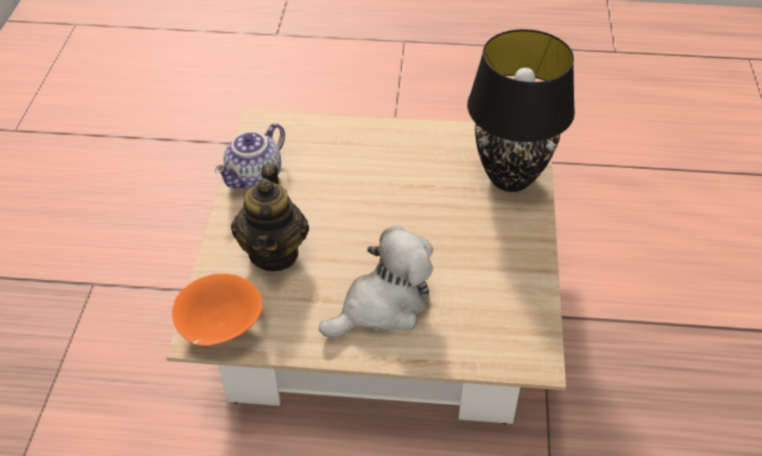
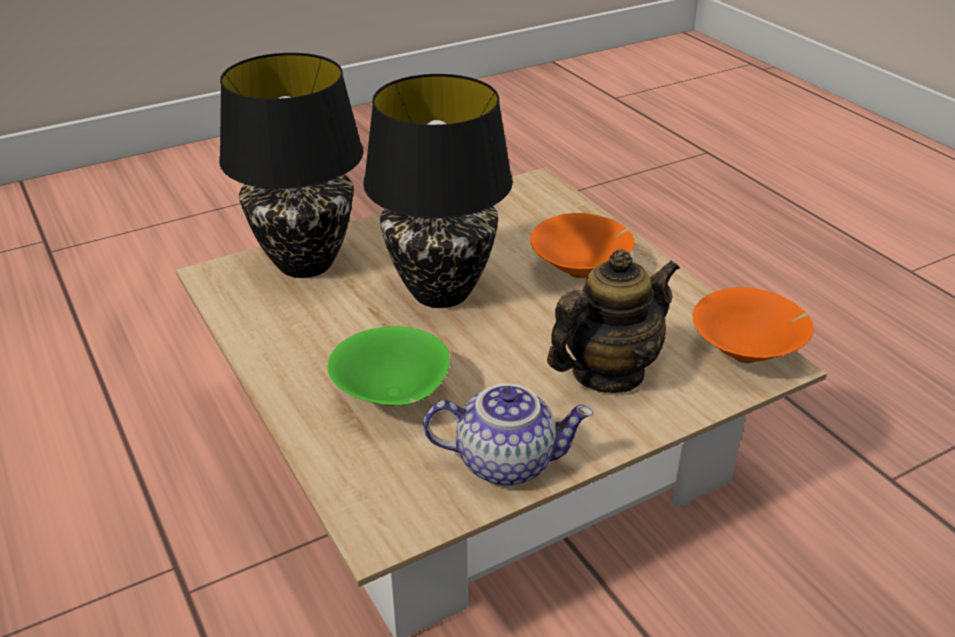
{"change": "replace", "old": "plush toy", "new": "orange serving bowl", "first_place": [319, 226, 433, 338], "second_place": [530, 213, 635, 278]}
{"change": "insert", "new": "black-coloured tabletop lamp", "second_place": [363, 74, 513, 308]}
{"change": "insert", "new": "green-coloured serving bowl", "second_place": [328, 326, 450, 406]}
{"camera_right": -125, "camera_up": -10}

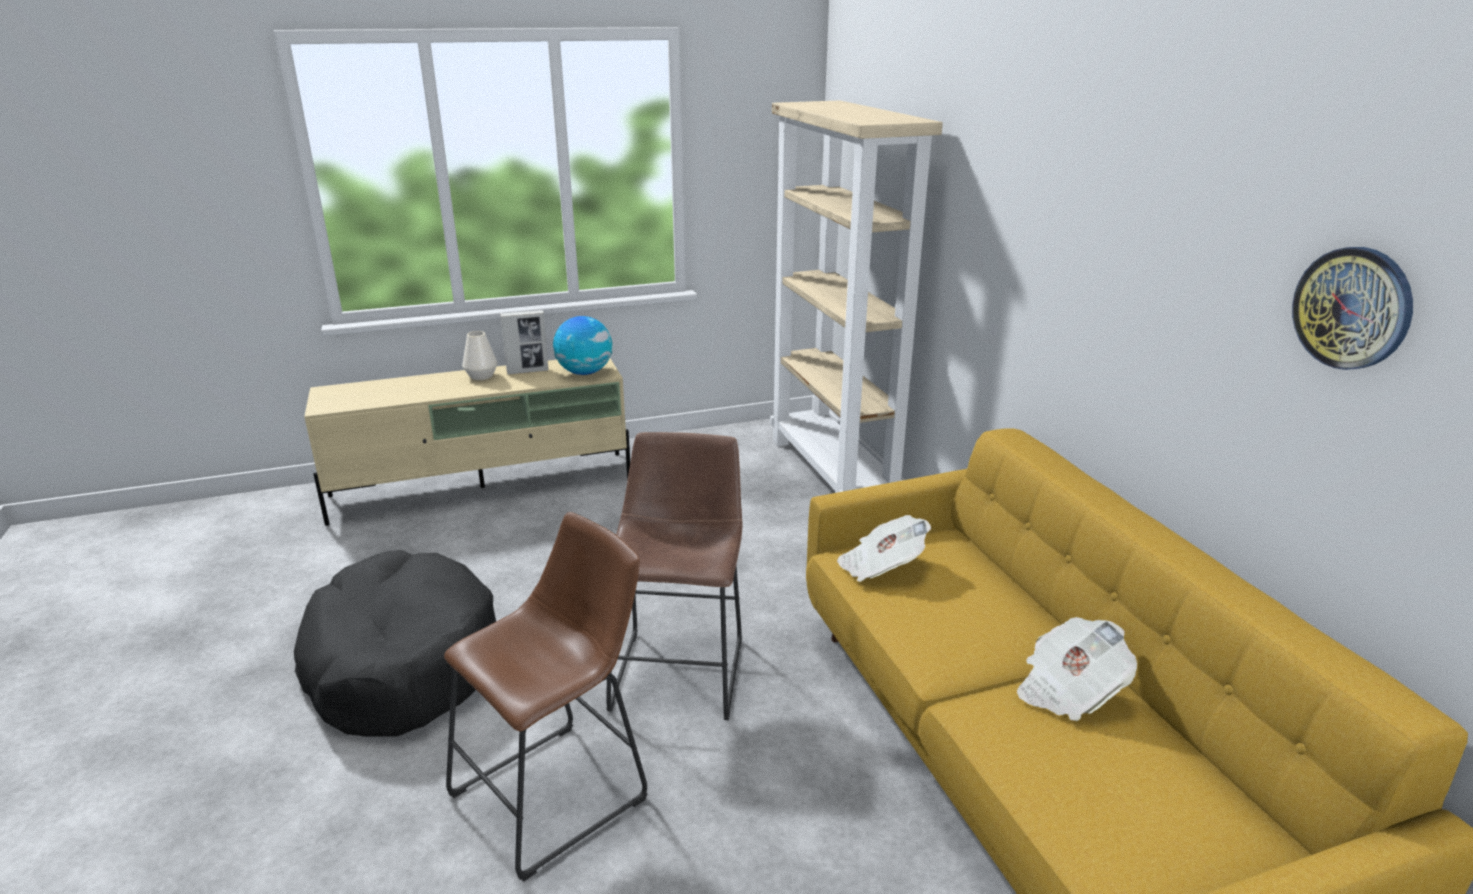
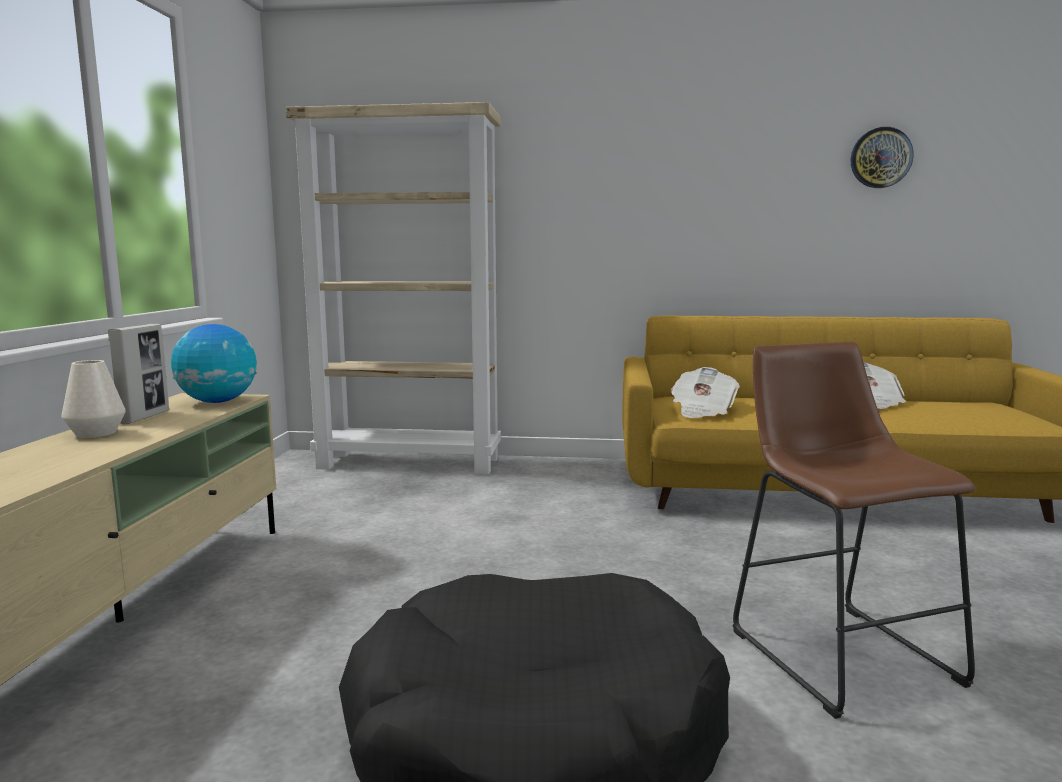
{"change": "delete", "old": "brown-coloured stool seat", "first_place": [606, 432, 743, 720]}
{"camera_right": -65, "camera_up": -15}

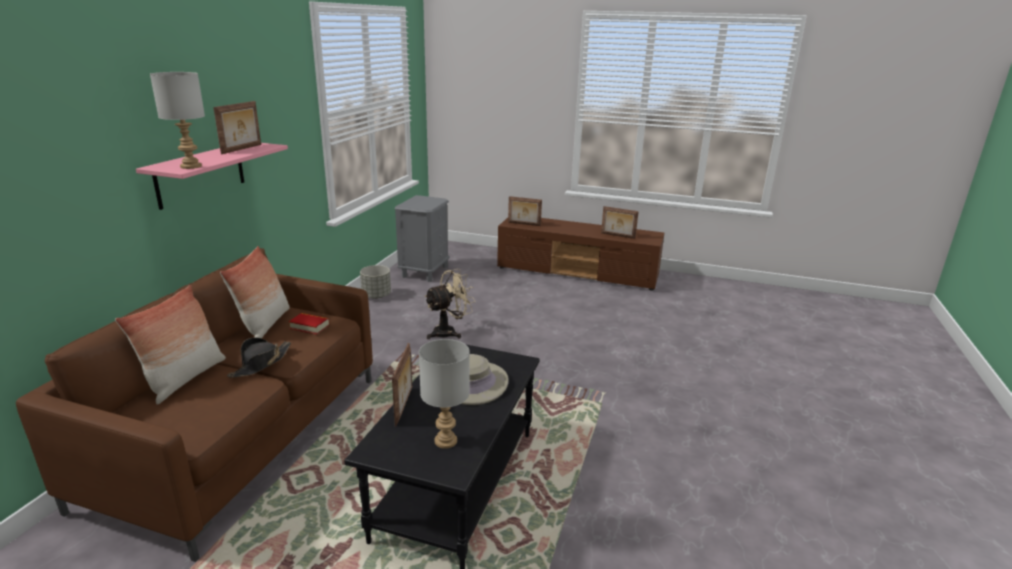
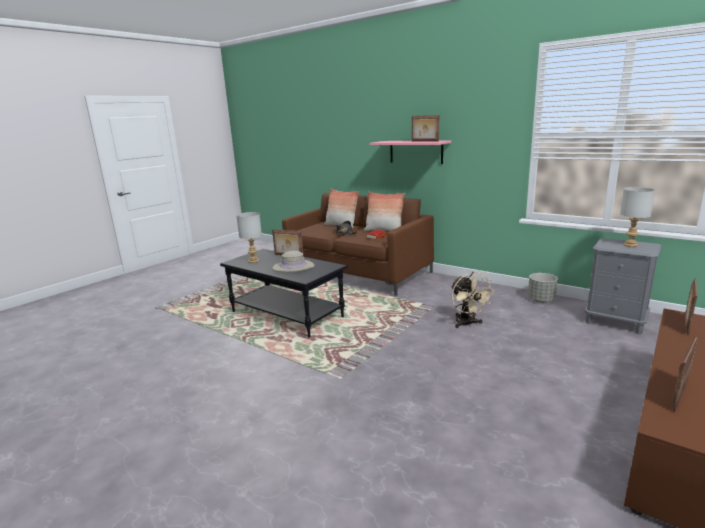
{"change": "move", "old": "grey tabletop lamp", "first_place": [150, 72, 205, 169], "second_place": [620, 187, 655, 247]}
{"camera_right": 110, "camera_up": -5}

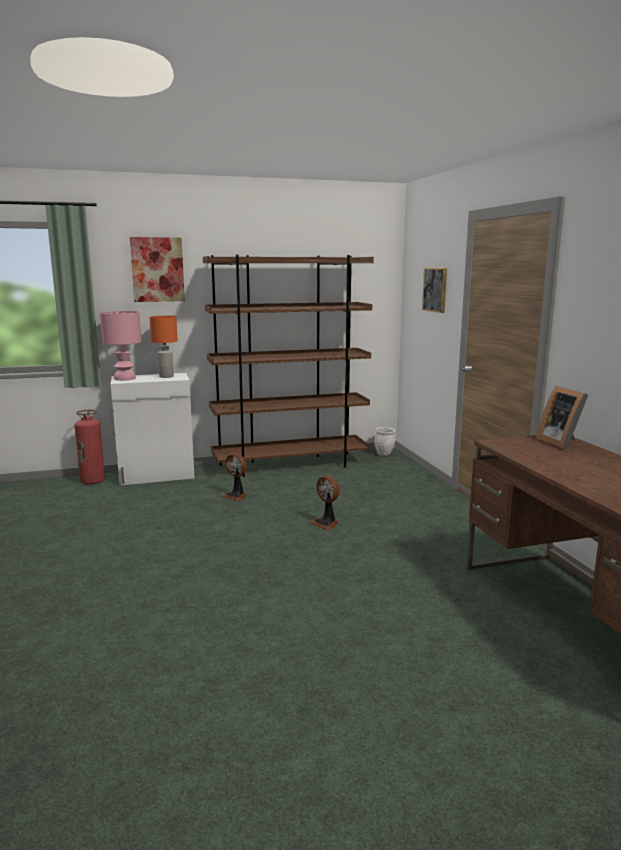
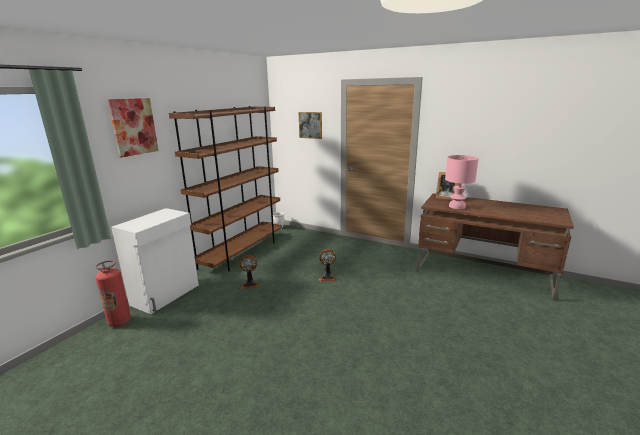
{"change": "move", "old": "pink tabletop lamp", "first_place": [100, 311, 142, 381], "second_place": [445, 155, 479, 209]}
{"change": "delete", "old": "orange tabletop lamp", "first_place": [149, 316, 178, 378]}
{"camera_right": -45, "camera_up": 5}

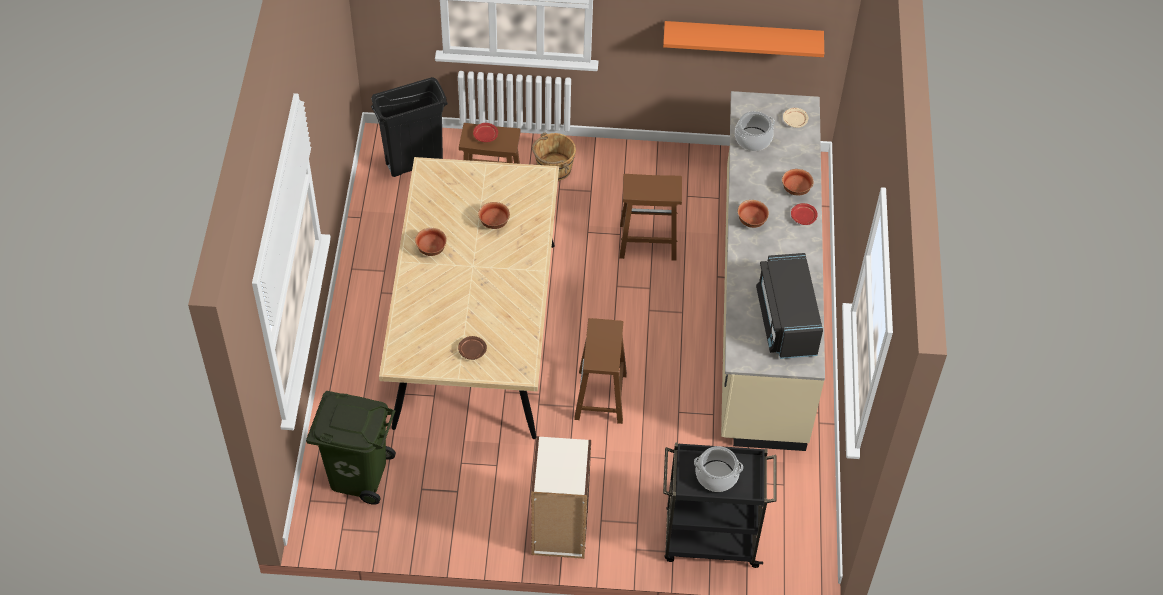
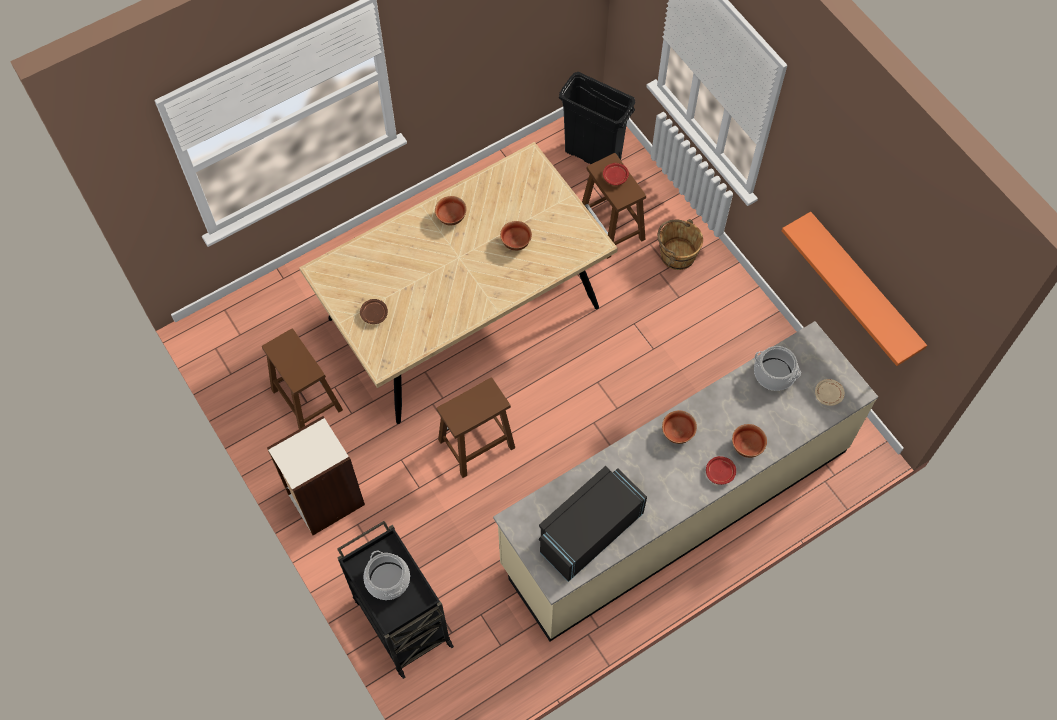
{"change": "move", "old": "brown-coloured stool seat", "first_place": [619, 174, 682, 261], "second_place": [262, 328, 343, 429]}
{"change": "delete", "old": "green-coloured waste bin", "first_place": [306, 391, 396, 505]}
{"camera_right": 55, "camera_up": 10}

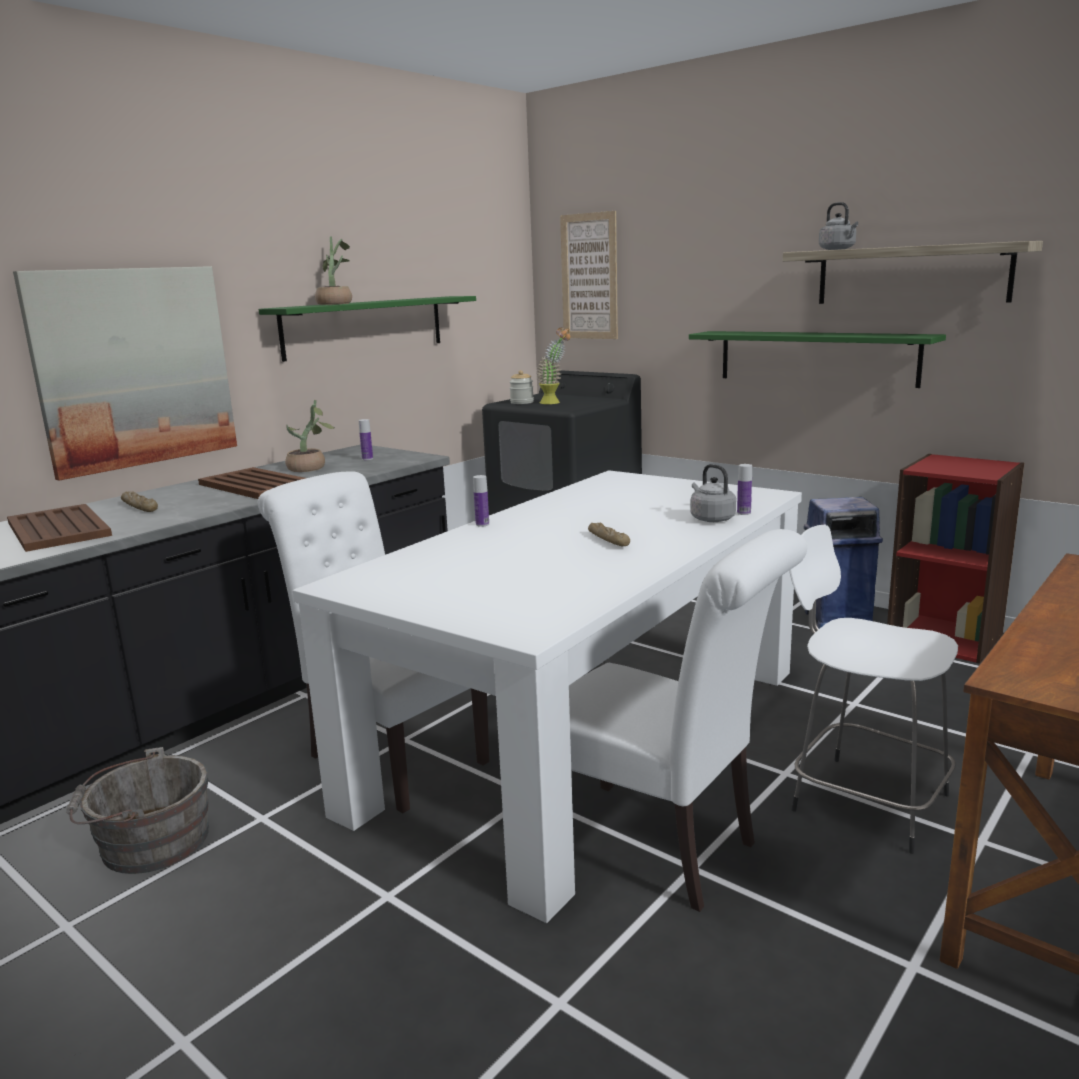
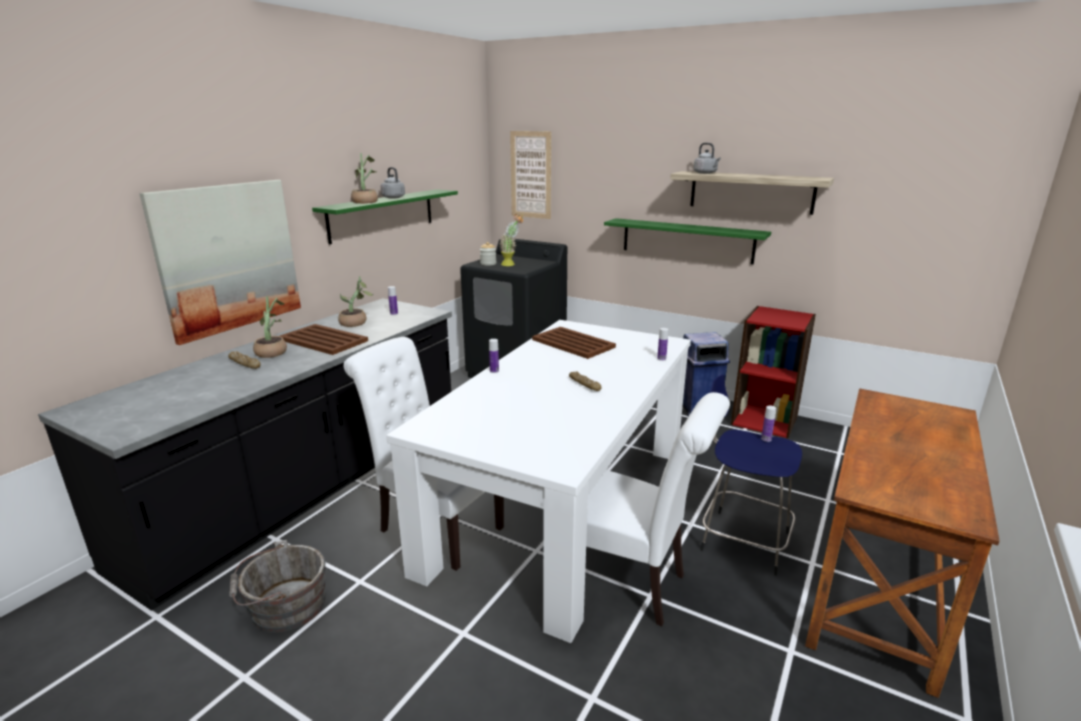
{"change": "move", "old": "grey water kettle", "first_place": [690, 464, 736, 522], "second_place": [381, 167, 405, 199]}
{"change": "move", "old": "brown-coloured serving tray", "first_place": [7, 504, 112, 552], "second_place": [532, 327, 616, 359]}
{"change": "recolor", "old": "whitish stool seat", "new": "blue stool seat", "first_place": [789, 525, 958, 854], "second_place": [701, 375, 802, 575]}
{"change": "insert", "new": "plant in a pot", "second_place": [253, 296, 287, 358]}
{"change": "insert", "new": "drink bottle", "second_place": [761, 406, 776, 442]}
{"camera_right": -10, "camera_up": 5}

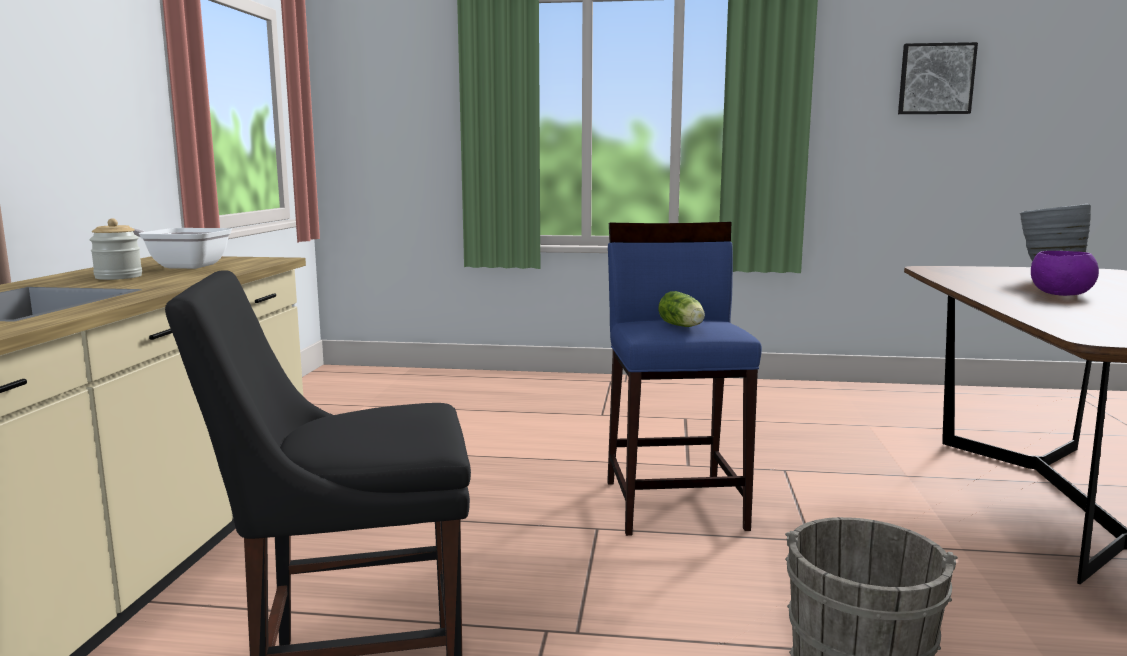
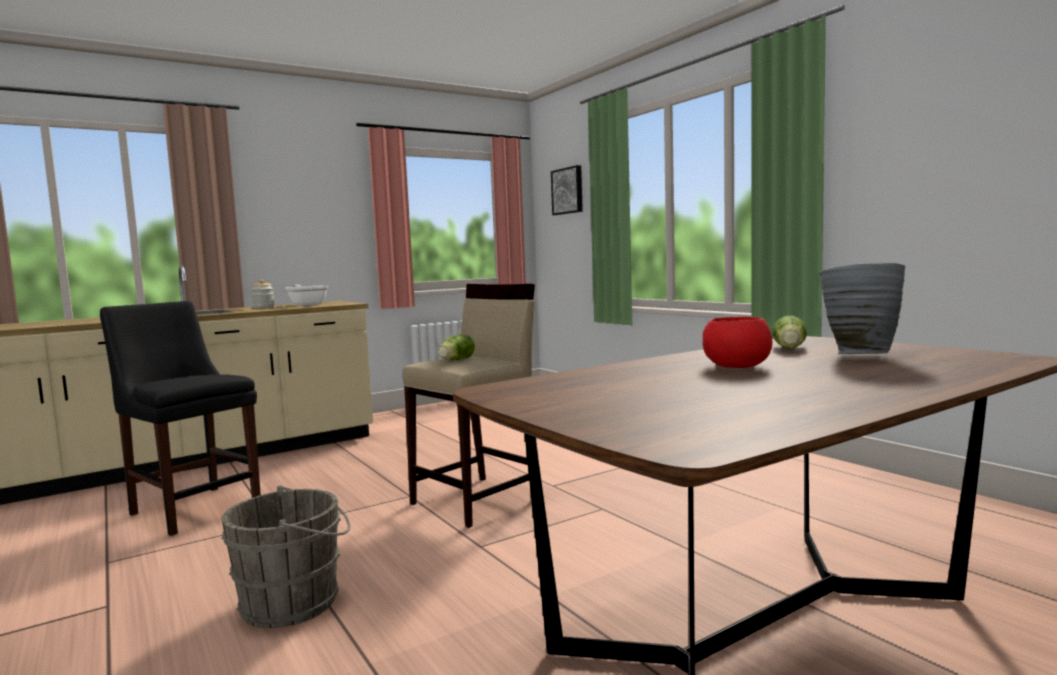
{"change": "move", "old": "picture", "first_place": [898, 42, 978, 114], "second_place": [551, 165, 583, 215]}
{"change": "recolor", "old": "blue stool seat", "new": "beige stool seat", "first_place": [607, 222, 762, 536], "second_place": [402, 284, 538, 528]}
{"change": "recolor", "old": "purple serving bowl", "new": "red serving bowl", "first_place": [1031, 251, 1099, 296], "second_place": [703, 317, 772, 368]}
{"change": "insert", "new": "head of lettuce", "second_place": [772, 316, 807, 349]}
{"camera_right": 50, "camera_up": -5}

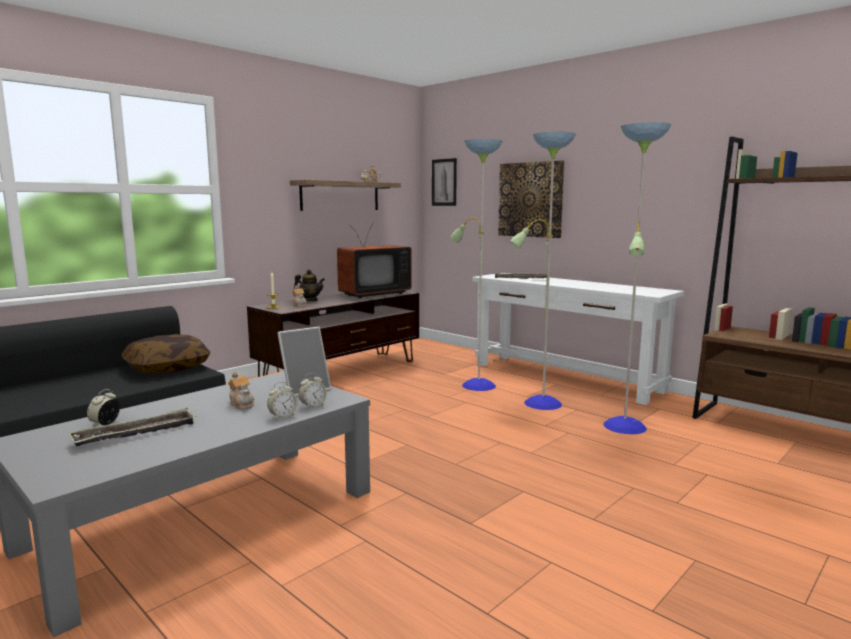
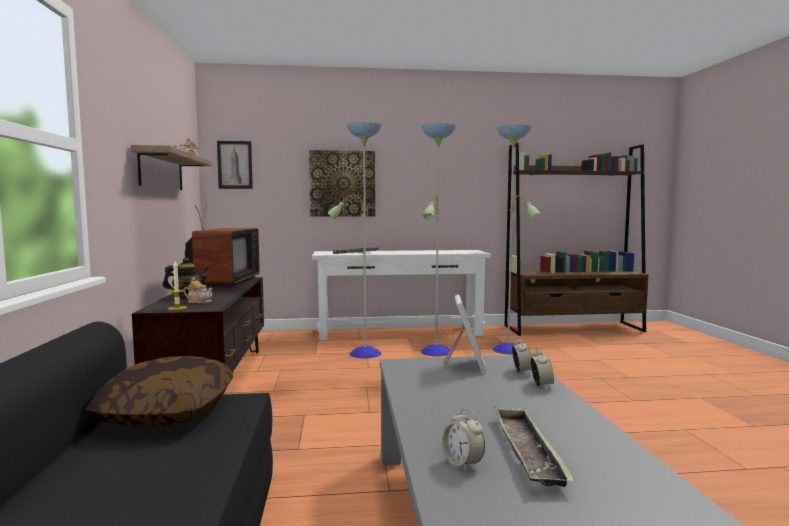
{"change": "delete", "old": "teapot", "first_place": [228, 372, 254, 409]}
{"camera_right": -50, "camera_up": -5}

